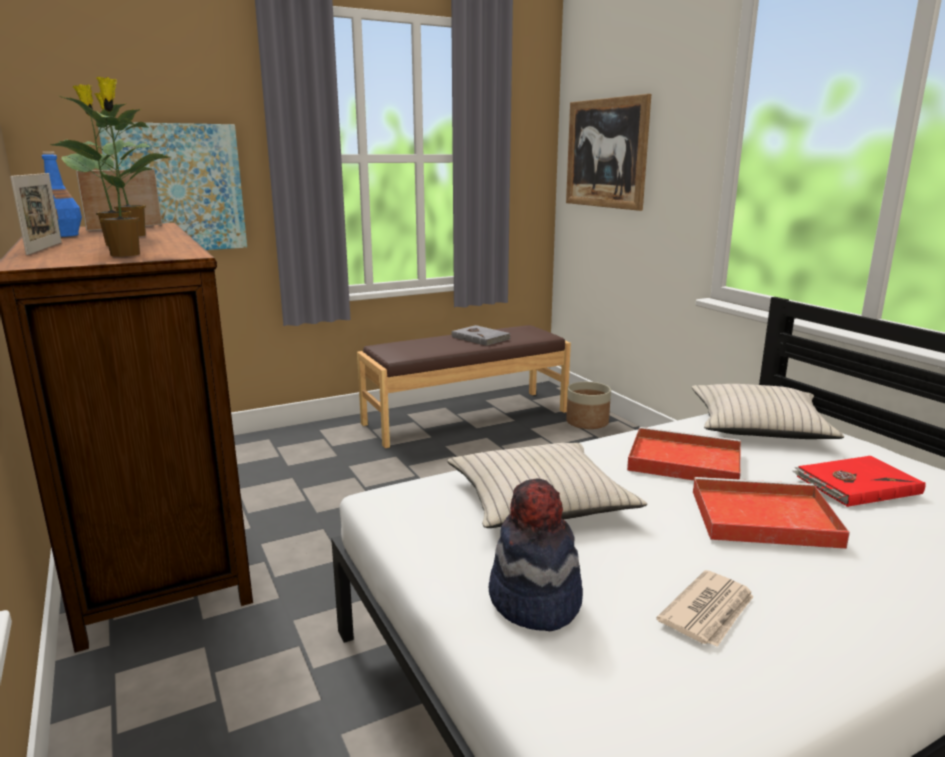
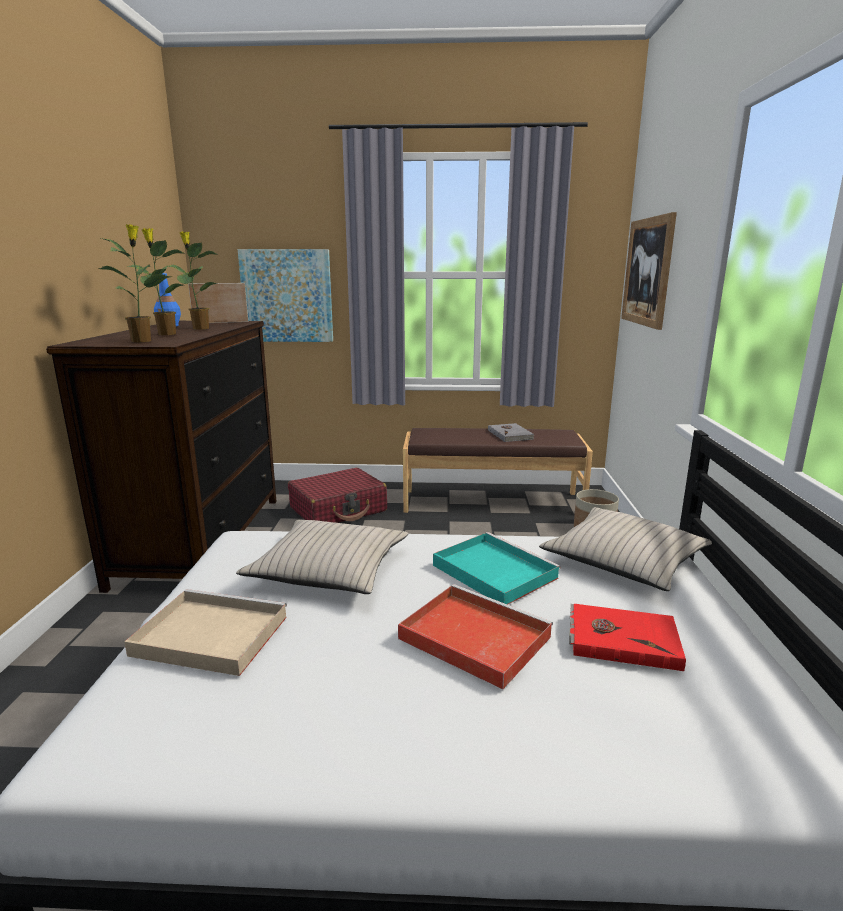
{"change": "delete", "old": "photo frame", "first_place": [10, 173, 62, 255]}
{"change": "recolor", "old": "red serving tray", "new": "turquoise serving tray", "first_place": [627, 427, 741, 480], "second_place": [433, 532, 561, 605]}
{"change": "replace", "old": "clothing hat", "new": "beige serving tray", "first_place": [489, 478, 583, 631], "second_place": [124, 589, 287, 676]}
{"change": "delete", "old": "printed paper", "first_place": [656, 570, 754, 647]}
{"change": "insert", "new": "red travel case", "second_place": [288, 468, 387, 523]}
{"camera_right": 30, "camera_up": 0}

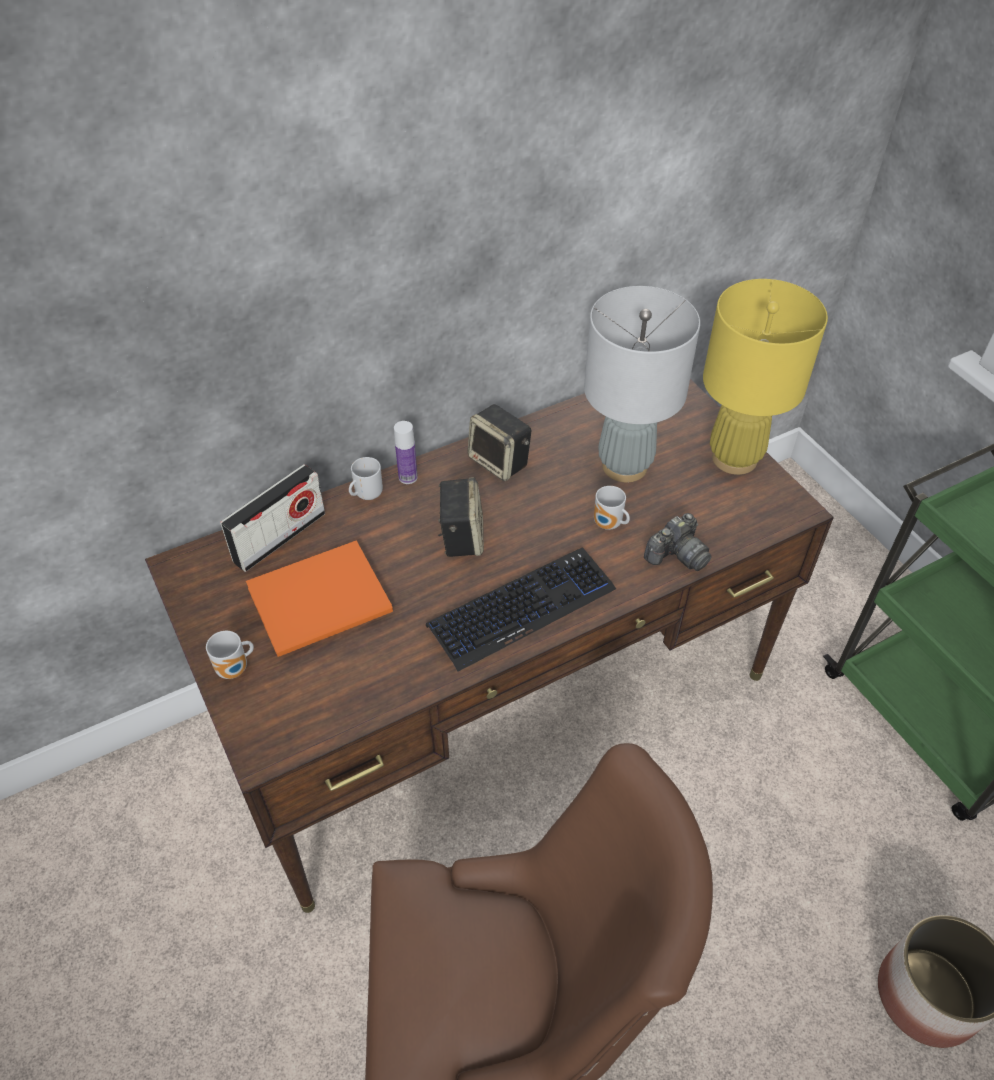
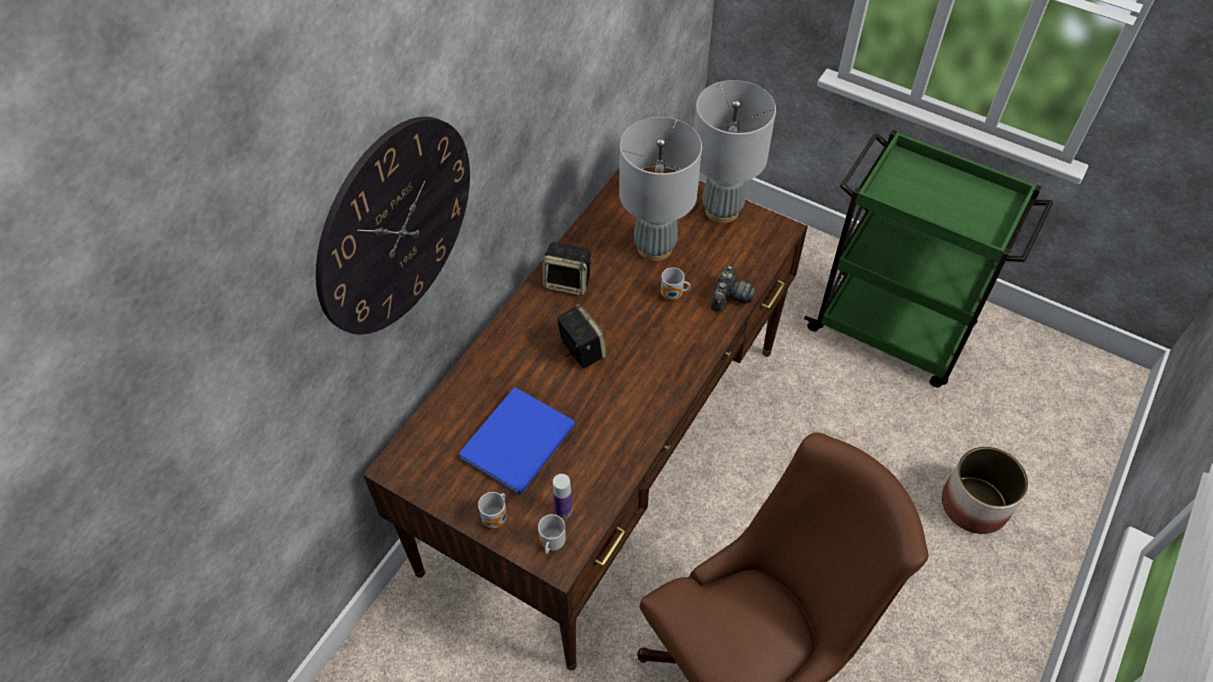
{"change": "recolor", "old": "yellow tabletop lamp", "new": "grey tabletop lamp", "first_place": [703, 279, 828, 475], "second_place": [694, 80, 776, 223]}
{"change": "move", "old": "drink bottle", "first_place": [394, 421, 418, 484], "second_place": [553, 474, 572, 519]}
{"change": "move", "old": "tea mug", "first_place": [349, 457, 383, 500], "second_place": [538, 514, 566, 554]}
{"change": "delete", "old": "radio", "first_place": [220, 464, 325, 572]}
{"change": "recolor", "old": "orange volume", "new": "blue volume", "first_place": [246, 540, 393, 657], "second_place": [459, 387, 575, 495]}
{"change": "delete", "old": "PC keyboard", "first_place": [426, 547, 616, 672]}
{"change": "insert", "new": "wall clock", "second_place": [316, 117, 470, 335]}
{"camera_right": -30, "camera_up": 5}

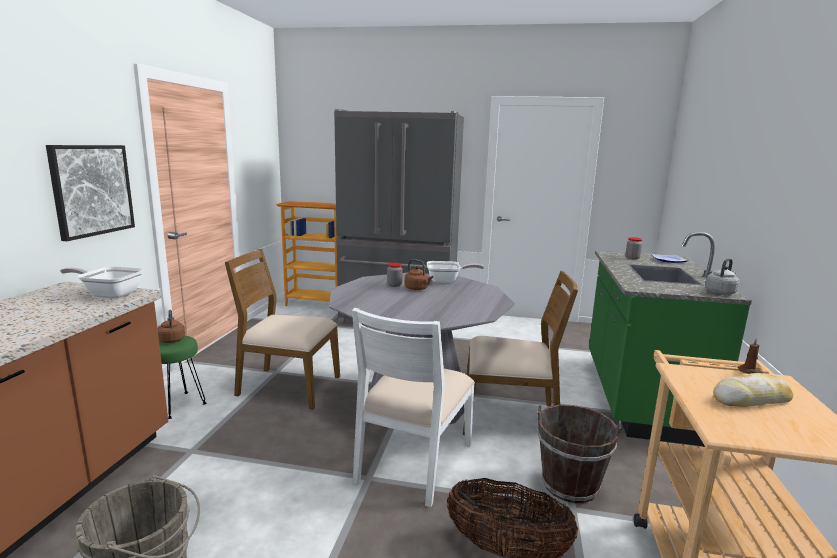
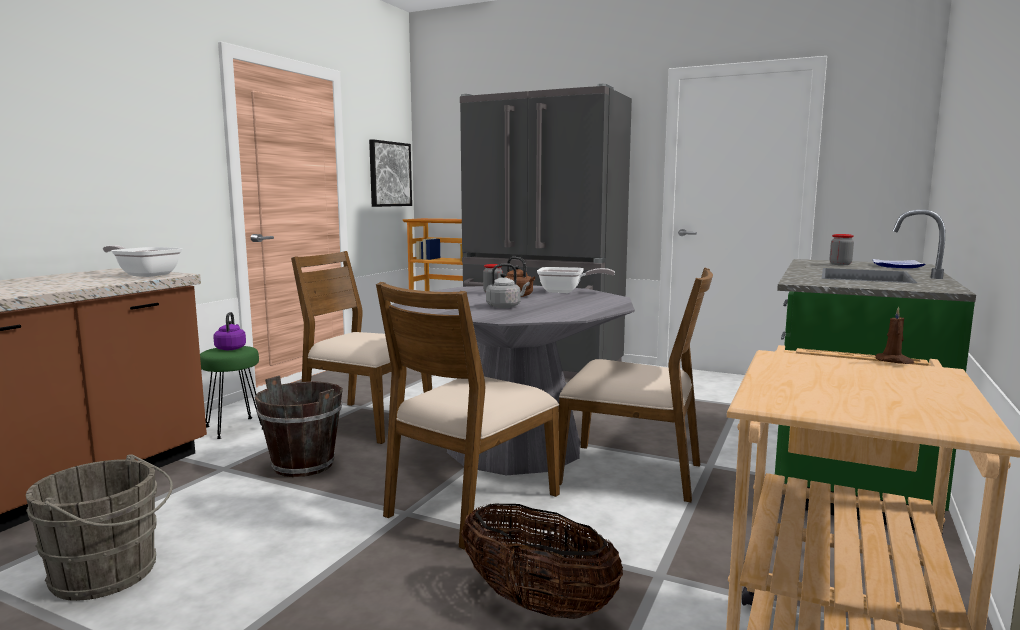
{"change": "move", "old": "picture", "first_place": [46, 145, 135, 241], "second_place": [369, 139, 412, 207]}
{"change": "move", "old": "grey water kettle", "first_place": [705, 258, 740, 295], "second_place": [486, 264, 530, 308]}
{"change": "recolor", "old": "whitish plain chair", "new": "brown-coloured plain chair", "first_place": [352, 308, 475, 507], "second_place": [376, 282, 560, 550]}
{"change": "recolor", "old": "brown-coloured water kettle", "new": "purple water kettle", "first_place": [157, 309, 185, 343], "second_place": [213, 312, 246, 350]}
{"change": "delete", "old": "bread", "first_place": [713, 373, 793, 407]}
{"change": "move", "old": "brown-coloured pail", "first_place": [537, 405, 621, 503], "second_place": [255, 376, 343, 477]}
{"camera_right": 15, "camera_up": -5}

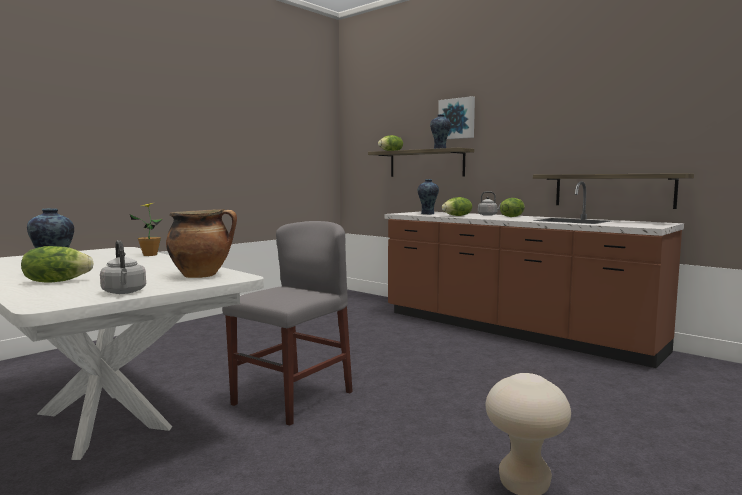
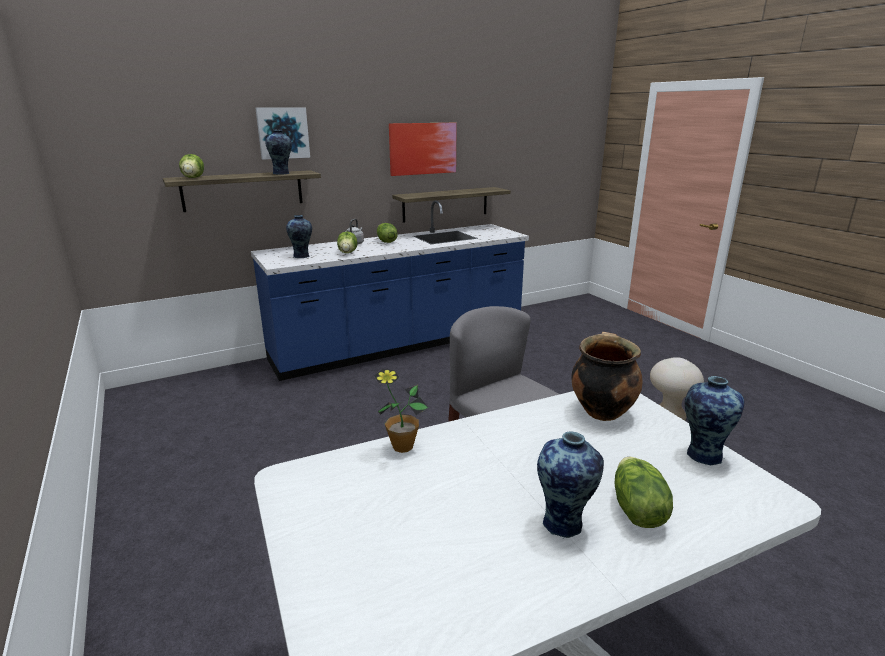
{"change": "recolor", "old": "brown-coloured kitchen base unit", "new": "blue kitchen base unit", "first_place": [385, 181, 684, 368], "second_place": [251, 200, 529, 381]}
{"change": "replace", "old": "grey water kettle", "new": "decorative vase", "first_place": [100, 240, 146, 294], "second_place": [685, 376, 744, 465]}
{"change": "insert", "new": "picture", "second_place": [389, 123, 457, 176]}
{"camera_right": -70, "camera_up": 15}

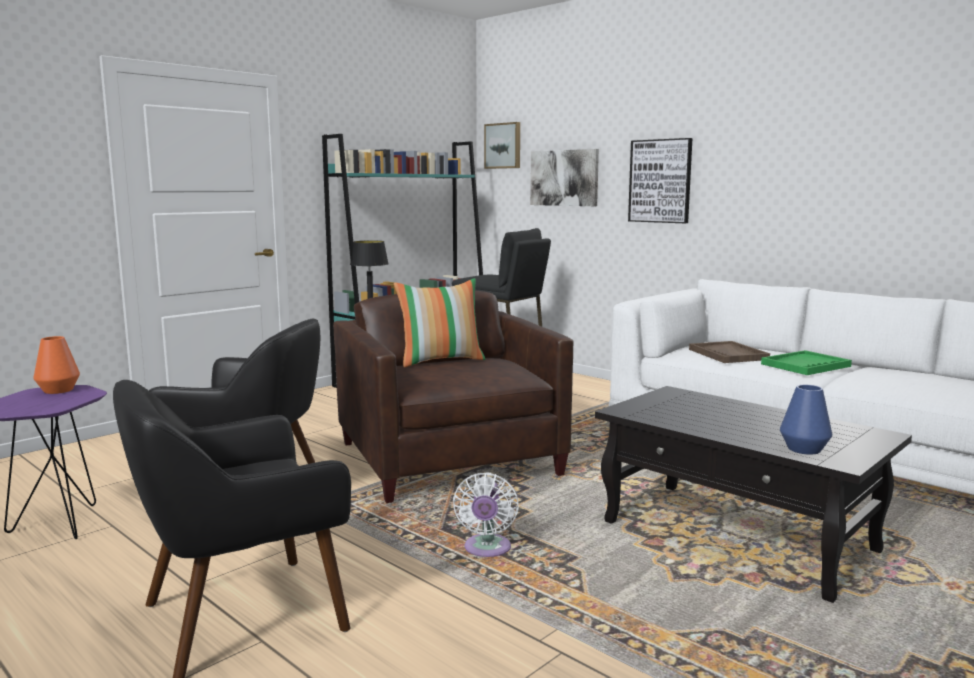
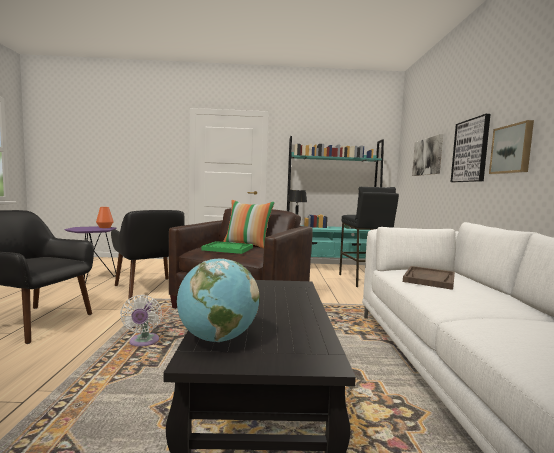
{"change": "move", "old": "picture", "first_place": [484, 122, 520, 169], "second_place": [489, 120, 534, 174]}
{"change": "move", "old": "green-coloured serving tray", "first_place": [761, 350, 852, 375], "second_place": [202, 241, 253, 254]}
{"change": "replace", "old": "blue decorative vase", "new": "desk globe", "first_place": [780, 385, 832, 455], "second_place": [177, 258, 260, 342]}
{"change": "rotate", "old": "whitish fan", "first_place": [453, 472, 519, 557], "second_place": [120, 295, 162, 347], "degrees": -60}
{"camera_right": 45, "camera_up": -5}

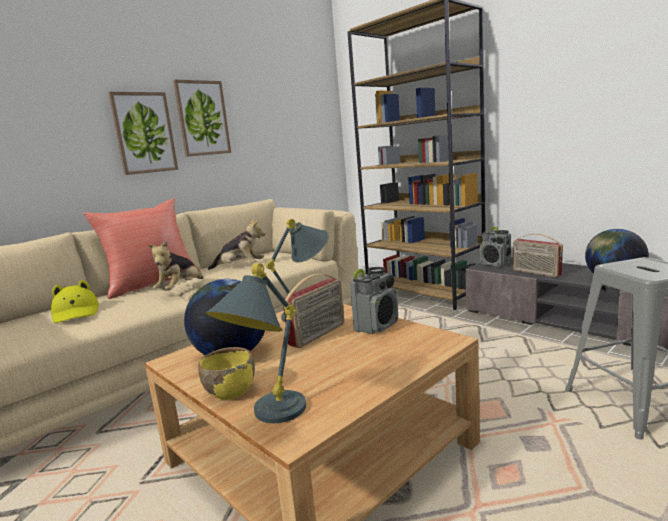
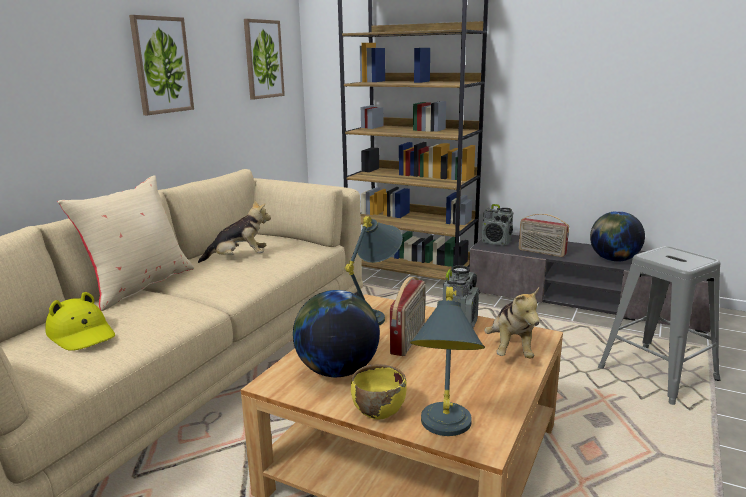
{"change": "move", "old": "picture", "first_place": [108, 92, 178, 175], "second_place": [244, 19, 285, 99]}
{"change": "recolor", "old": "red throw pillow", "new": "beige throw pillow", "first_place": [83, 198, 201, 299], "second_place": [58, 175, 194, 311]}
{"change": "move", "old": "plush toy", "first_place": [148, 240, 203, 291], "second_place": [484, 288, 540, 359]}
{"camera_right": -20, "camera_up": 5}

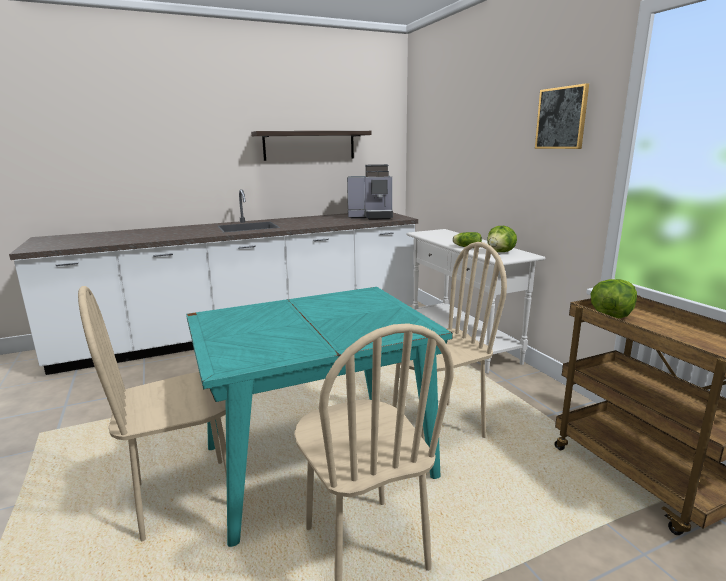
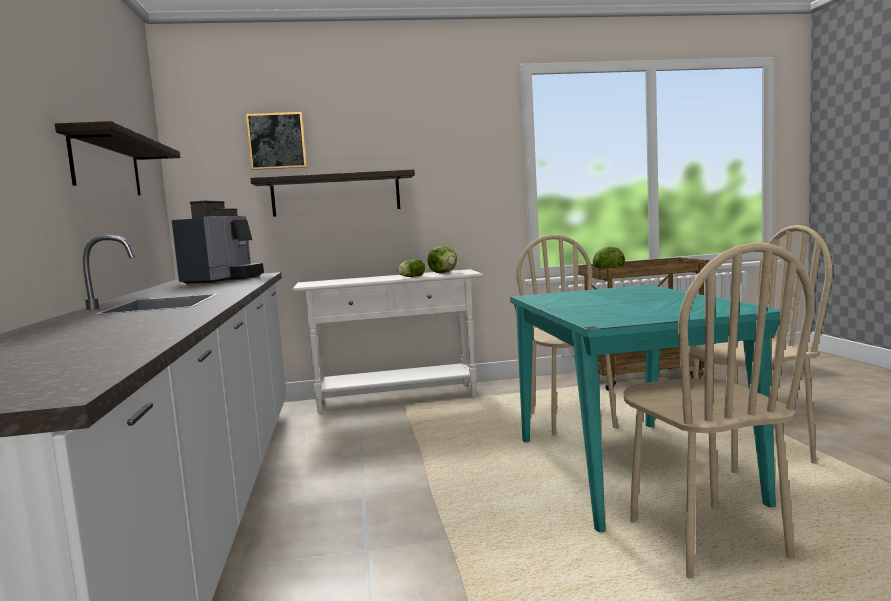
{"change": "move", "old": "picture", "first_place": [535, 83, 589, 149], "second_place": [246, 112, 307, 170]}
{"change": "insert", "new": "wall shelf", "second_place": [250, 170, 415, 217]}
{"camera_right": -75, "camera_up": -10}

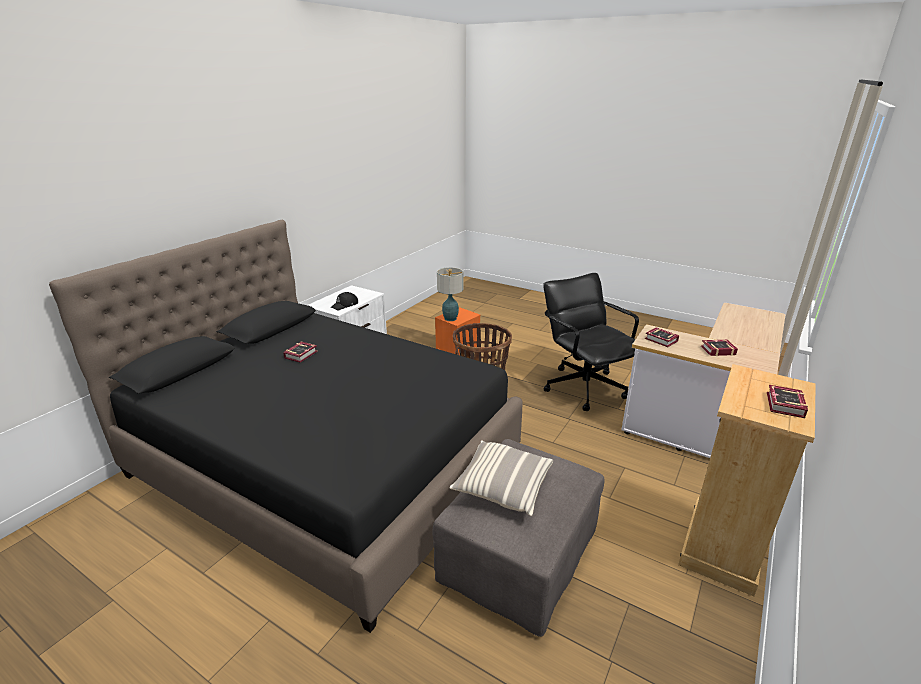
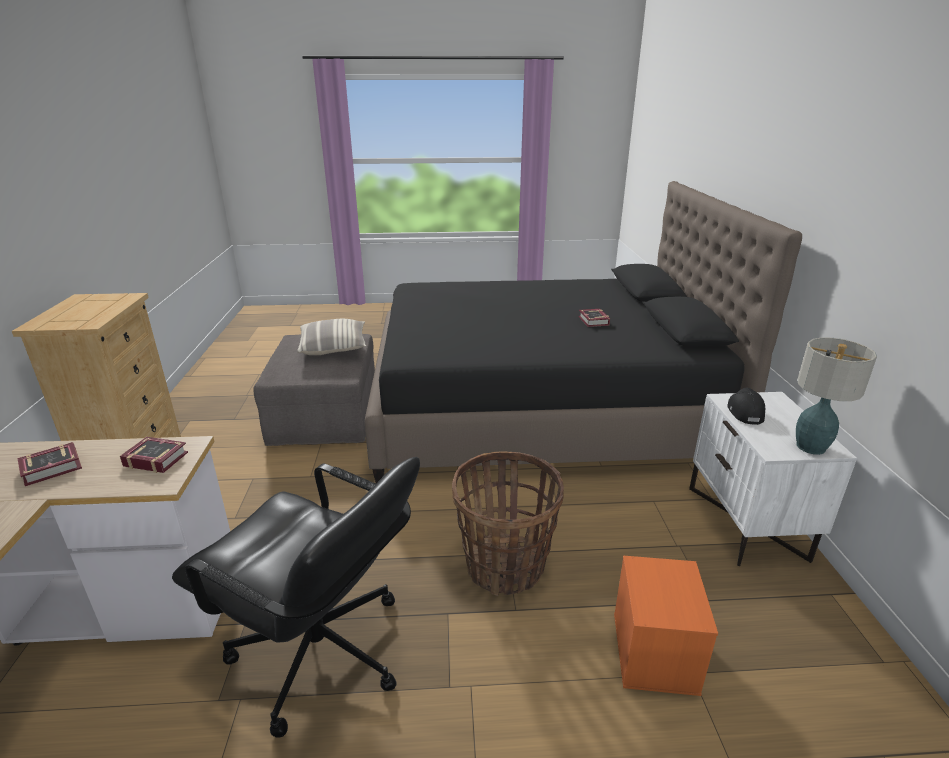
{"change": "move", "old": "tabletop lamp", "first_place": [437, 267, 463, 321], "second_place": [796, 338, 877, 455]}
{"change": "delete", "old": "volume", "first_place": [767, 385, 808, 418]}
{"camera_right": 145, "camera_up": 0}

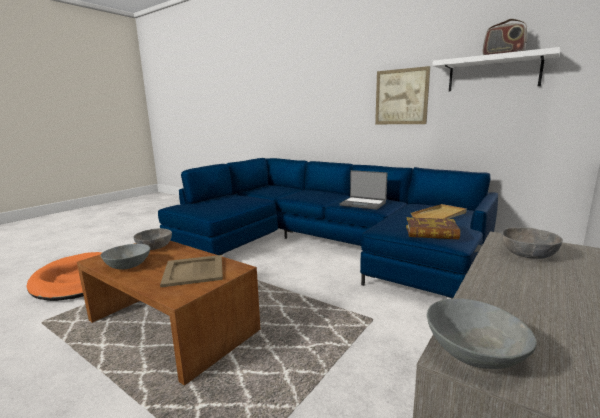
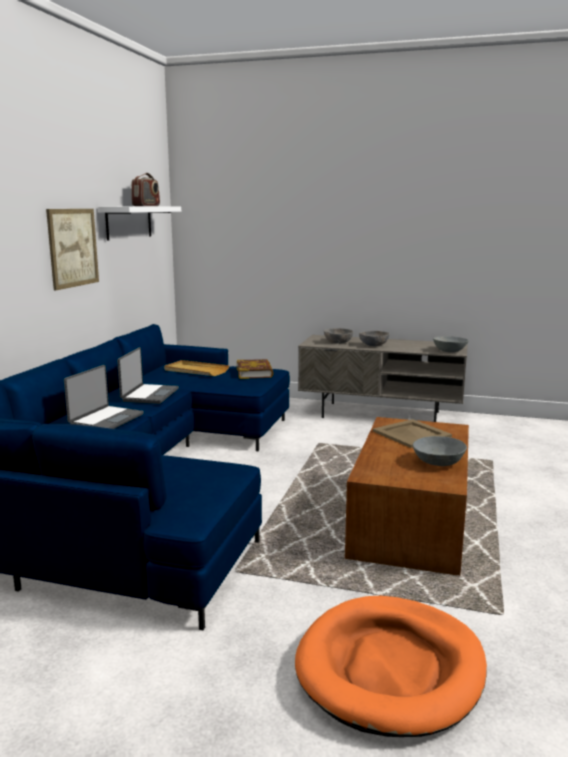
{"change": "move", "old": "grey serving bowl", "first_place": [133, 228, 172, 250], "second_place": [359, 331, 389, 346]}
{"change": "insert", "new": "laptop", "second_place": [64, 365, 144, 429]}
{"camera_right": -110, "camera_up": 0}

